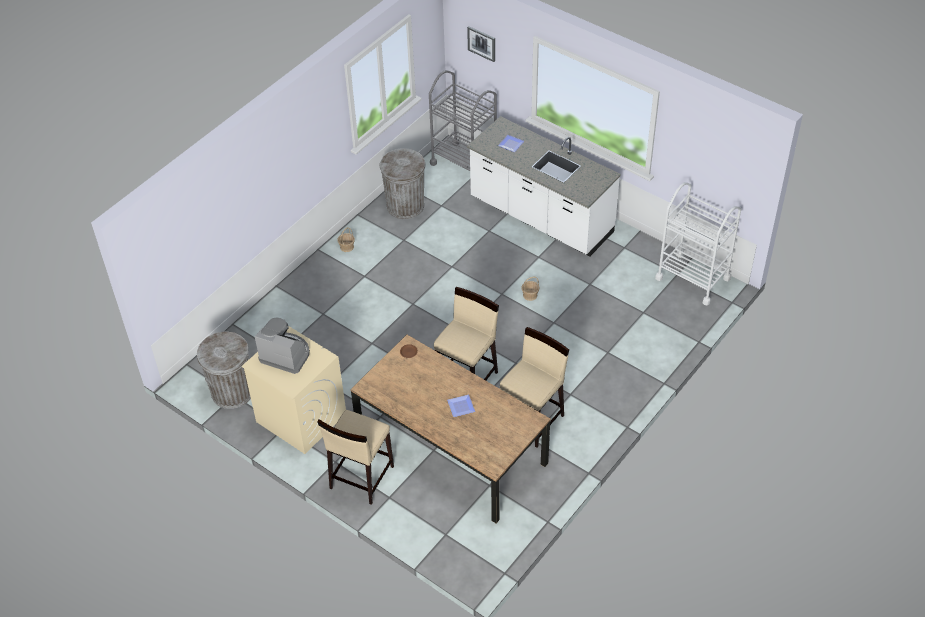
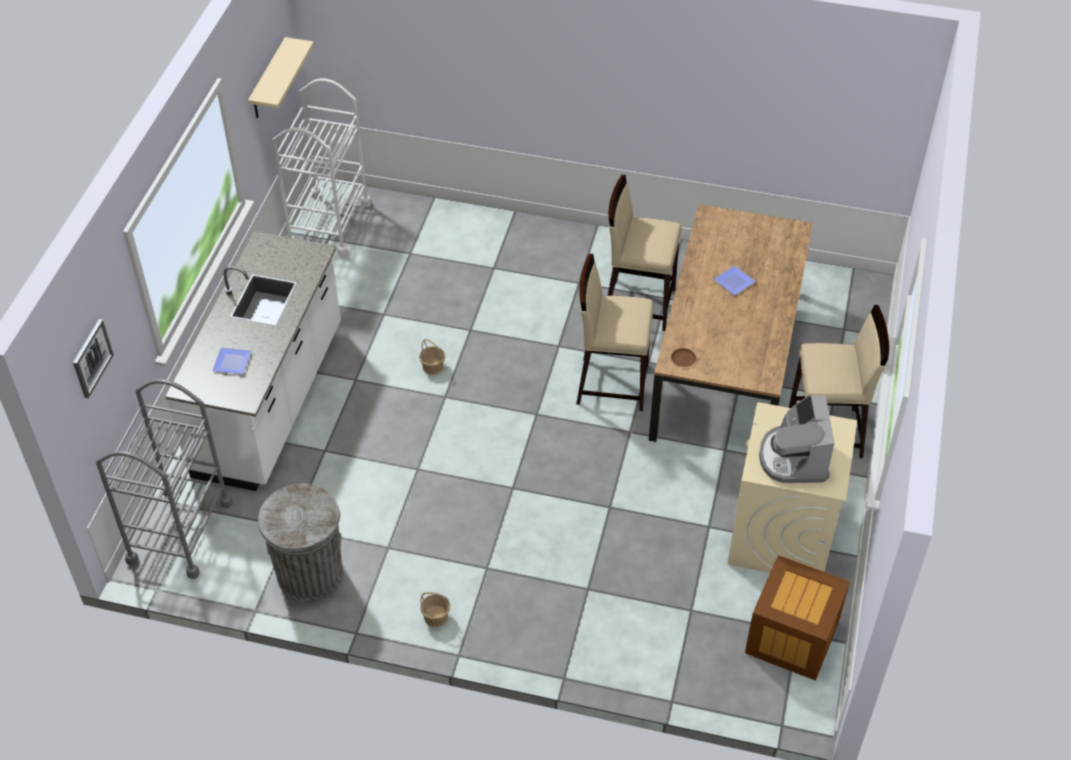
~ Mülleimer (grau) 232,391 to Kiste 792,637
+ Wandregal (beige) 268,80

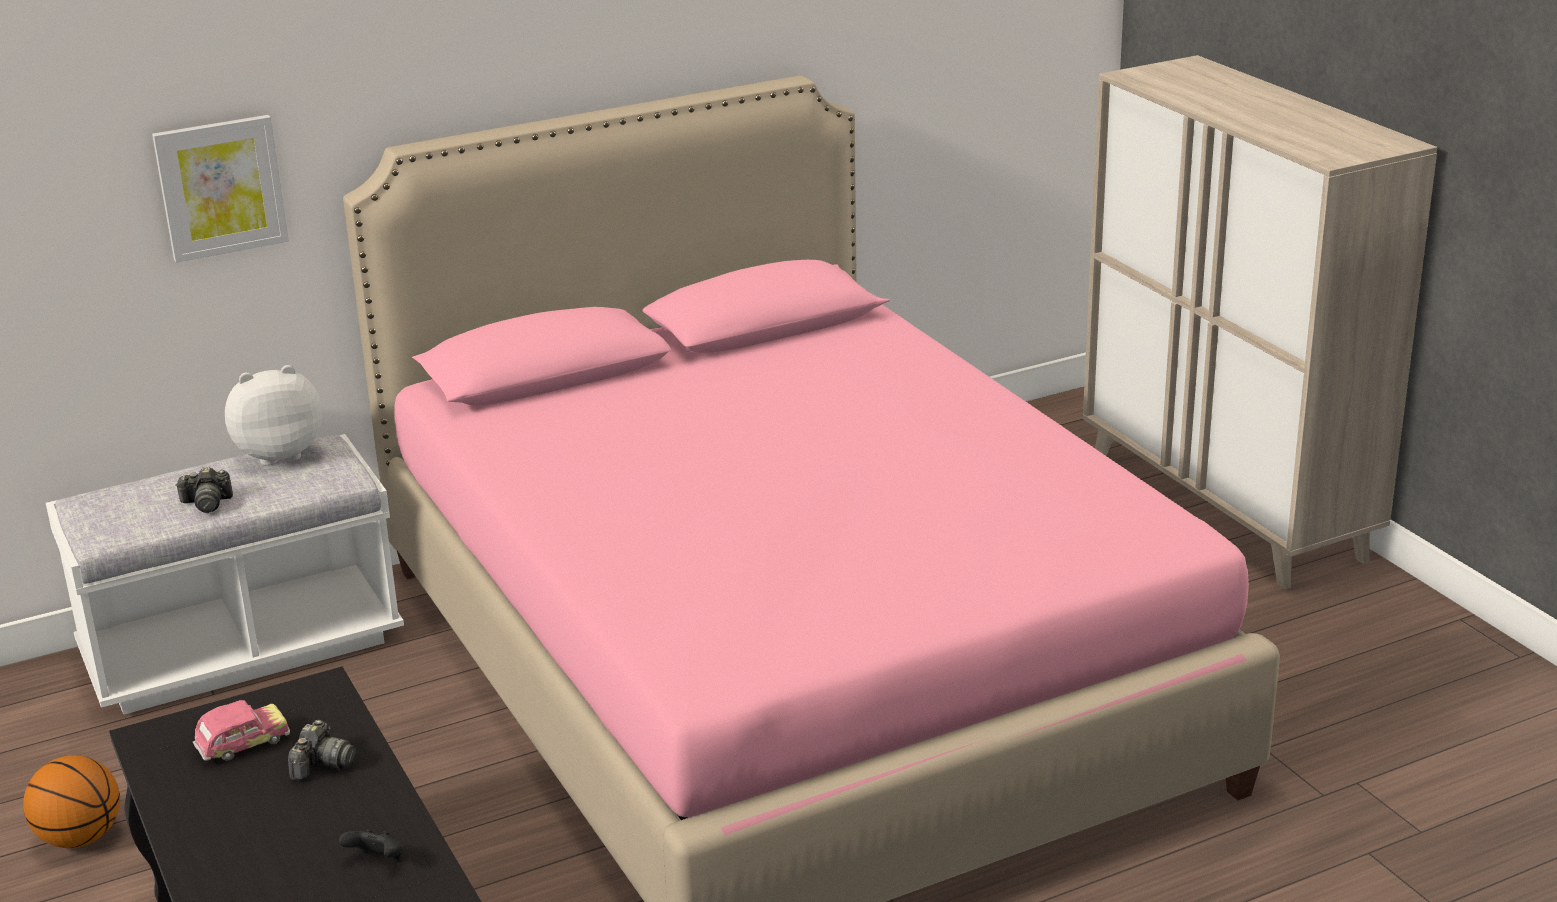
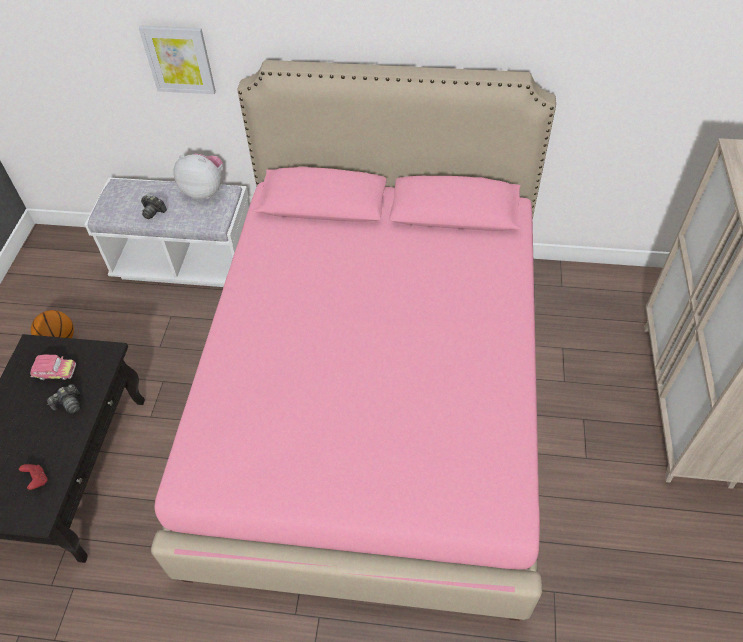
~ Gamepad (schwarz) 377,860 to Gamepad (rot) 37,480

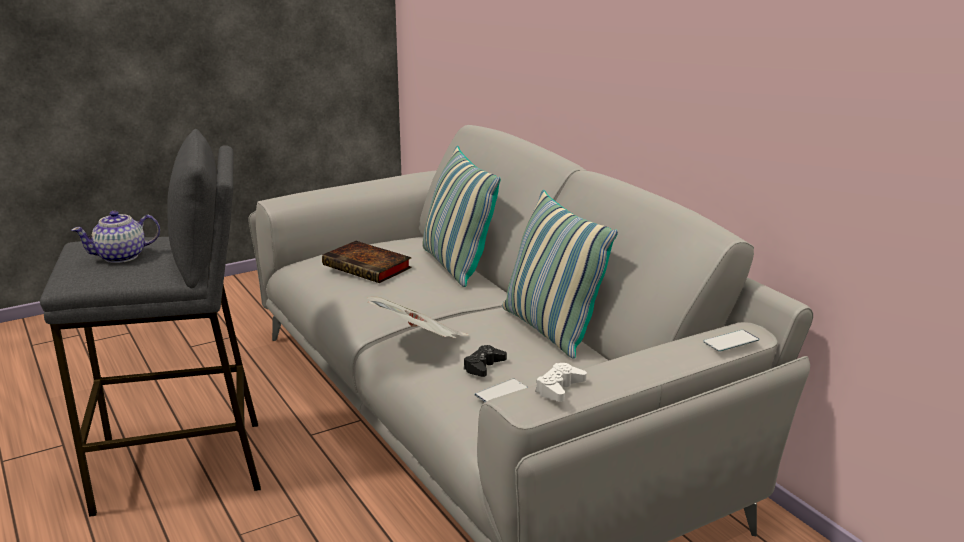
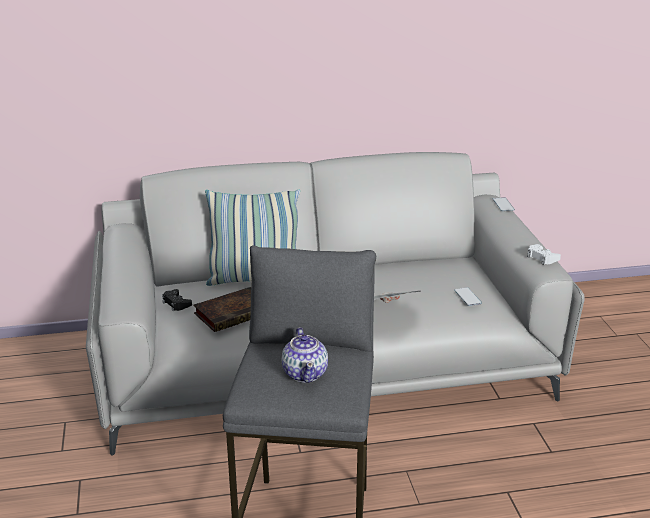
- Kissen 550,330
~ Gamepad (schwarz) 483,366 to 176,303

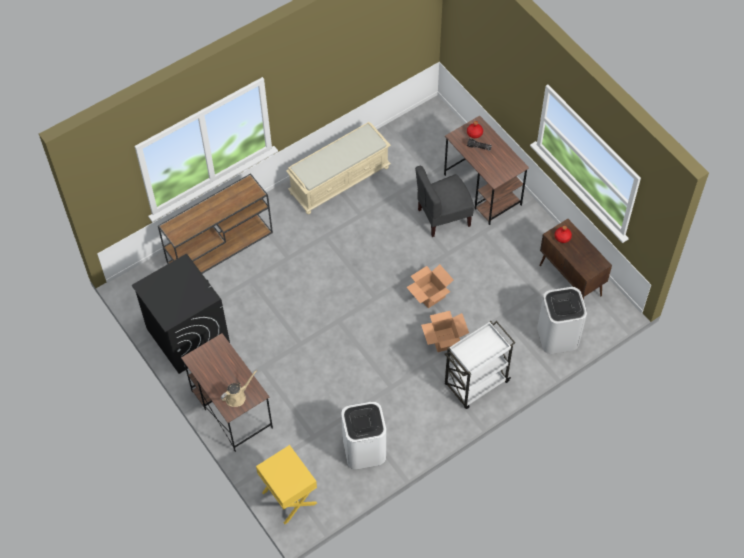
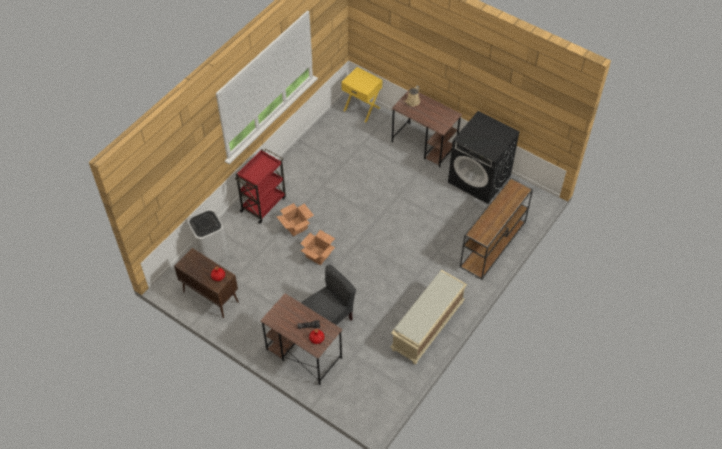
~ Rollwagen (weiß) 475,384 to Rollwagen (rot) 263,204
- Mülleimer (weiß) 364,450

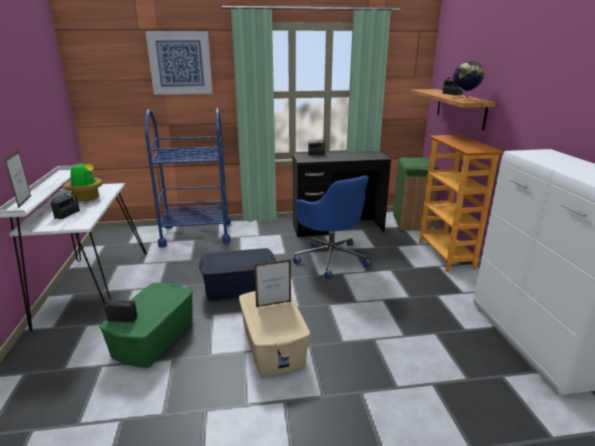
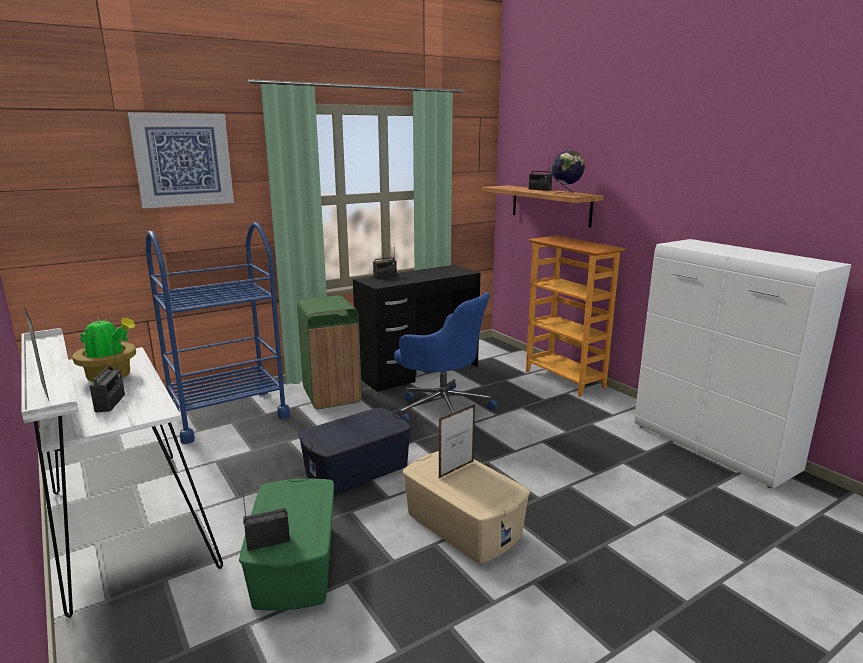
~ Mülleimer (grün) 411,223 to 332,395

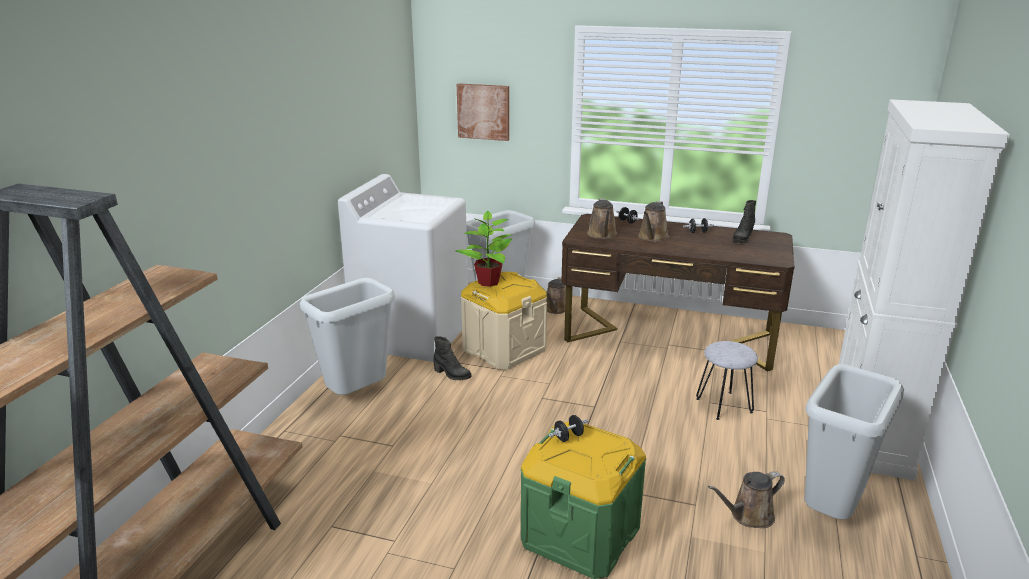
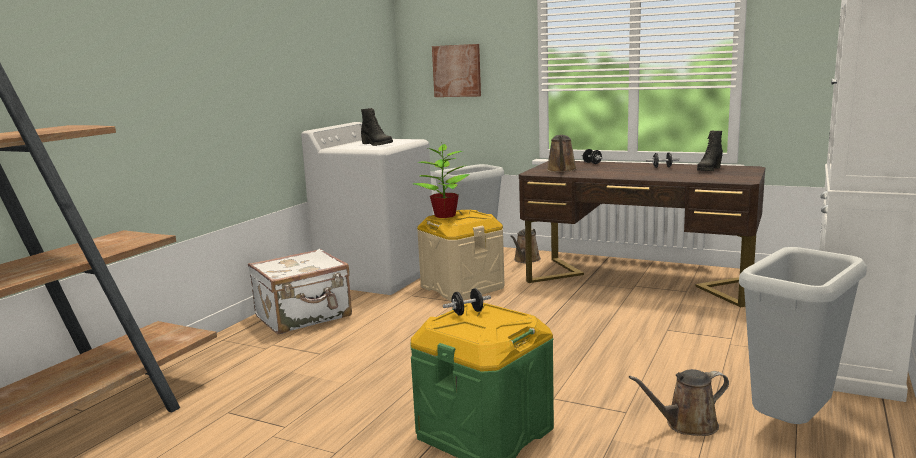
- Gießkanne (braun) 652,237
~ Mülleimer (grau) 357,395 to Koffer (weiß) 304,316
~ Stiefel (schwarz) 452,374 to 376,144
- Hocker (grau) 723,405

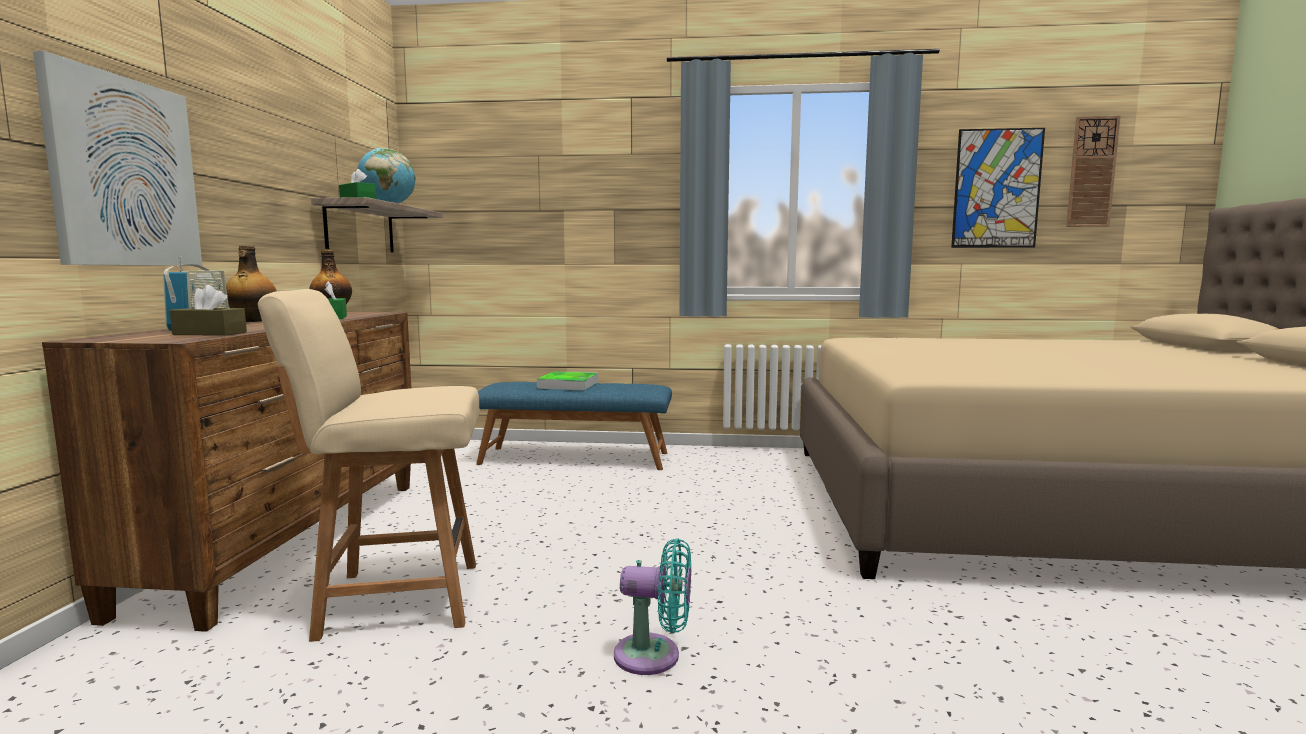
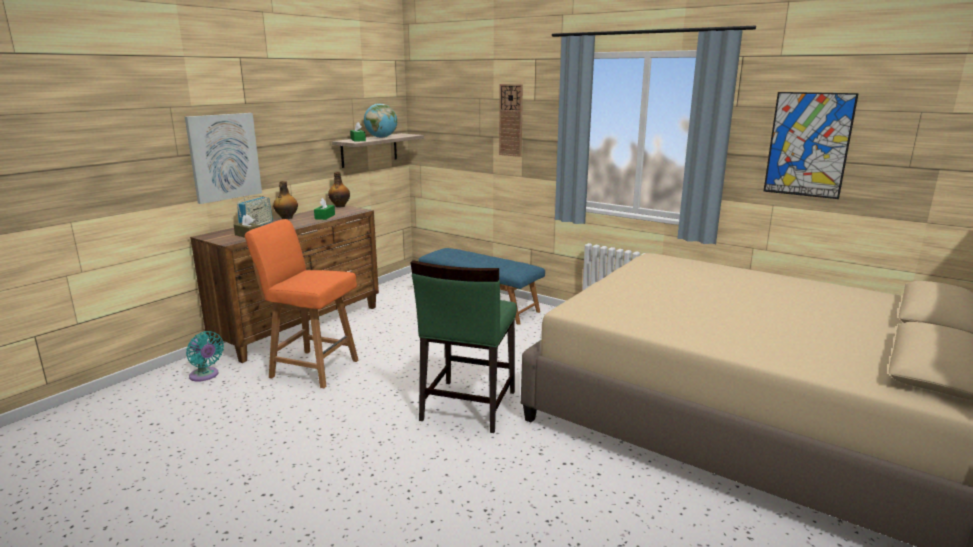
~ Wanduhr 1091,172 to 511,120
~ Stuhl (beige) 396,599 to Stuhl (orange) 312,368
- Tablett 568,385
~ Ventilator (türkis) 654,656 to 205,376
+ Stuhl (grün) 467,406

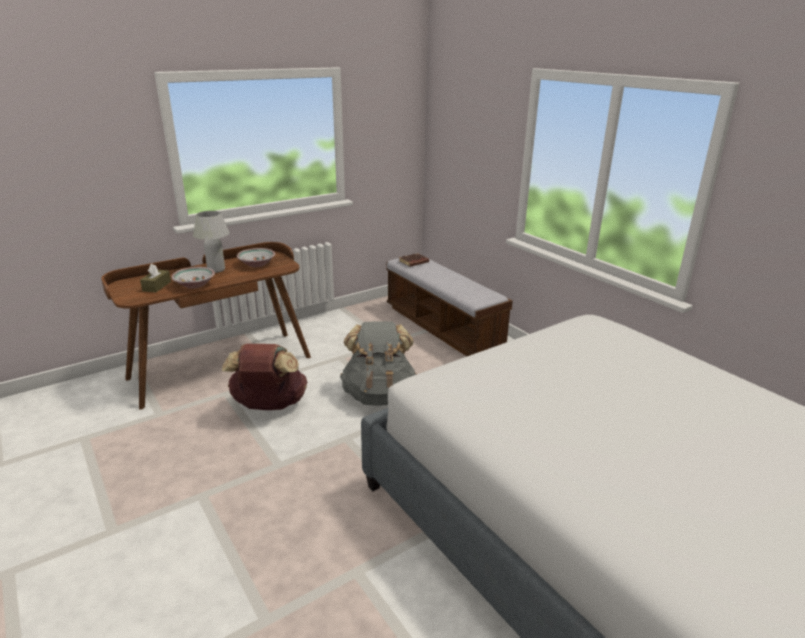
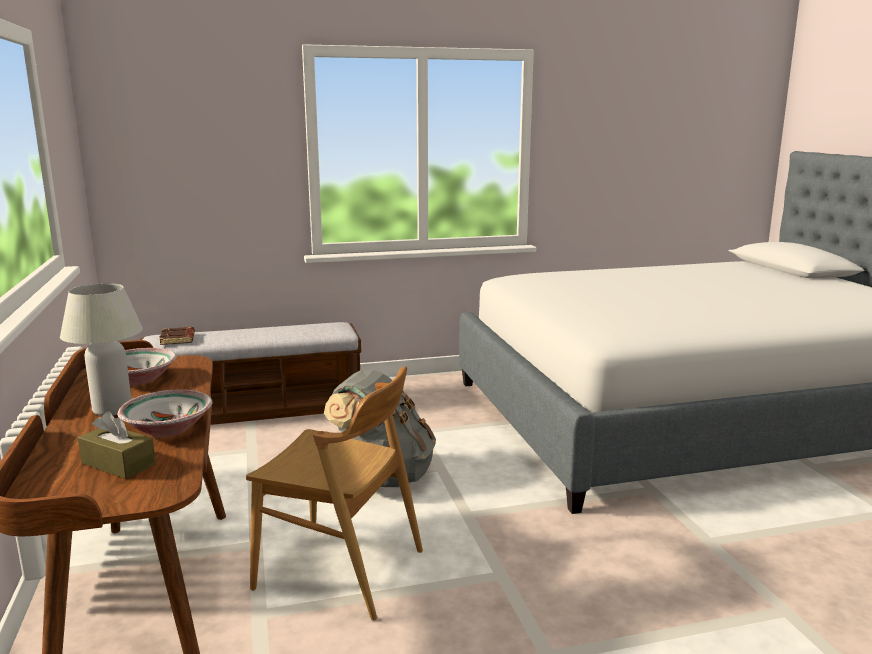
~ Rucksack (braun) 269,406 to Stuhl (braun) 340,569

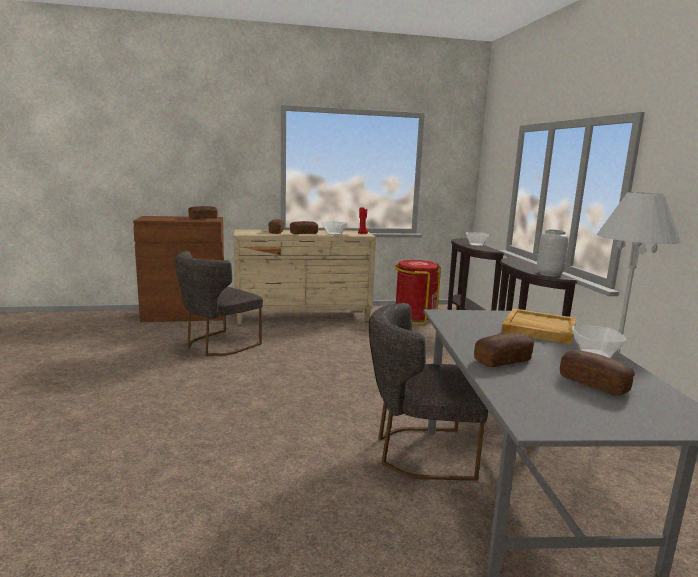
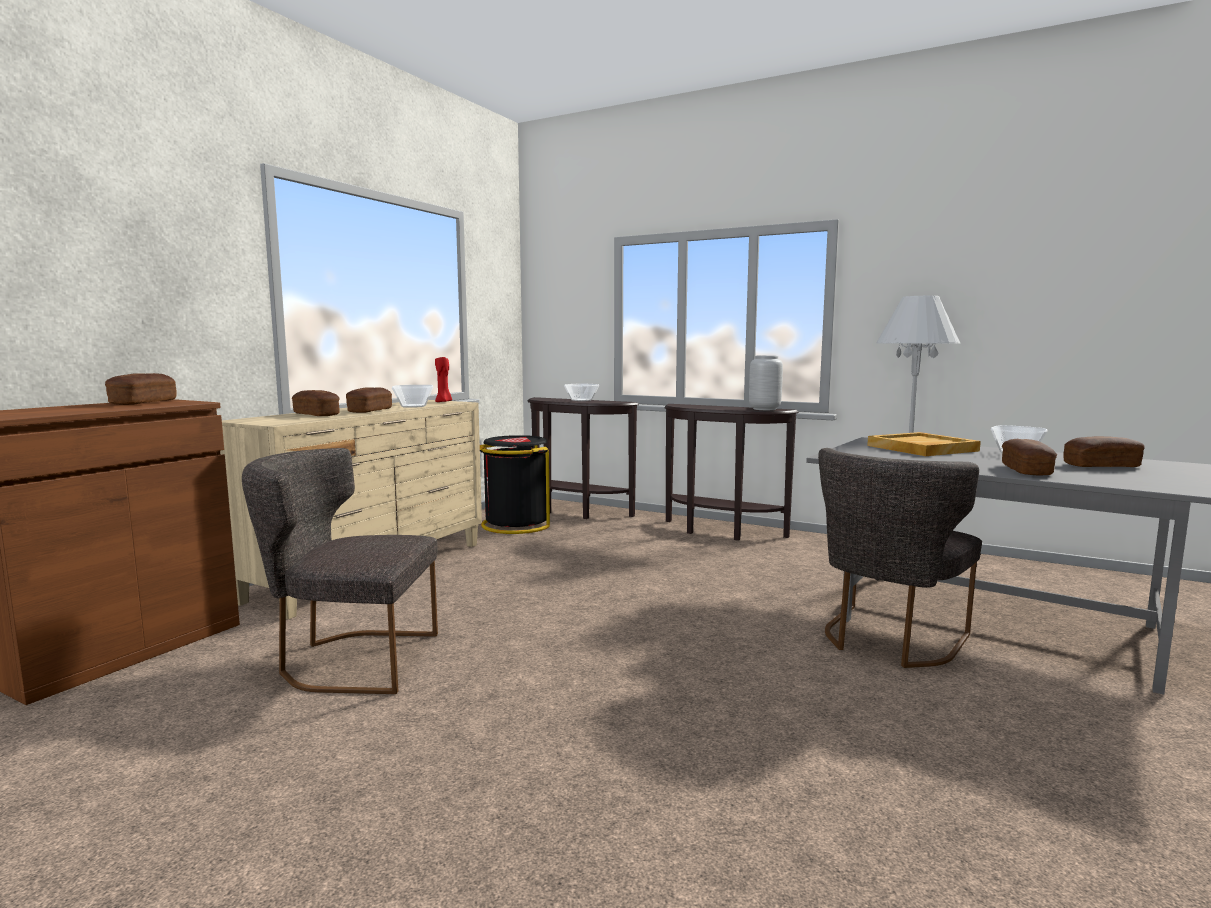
~ Stuhl (grau) 218,345 = 350,660 105 degrees clockwise
~ Mülleimer (rot) 414,317 to Mülleimer (schwarz) 516,525

